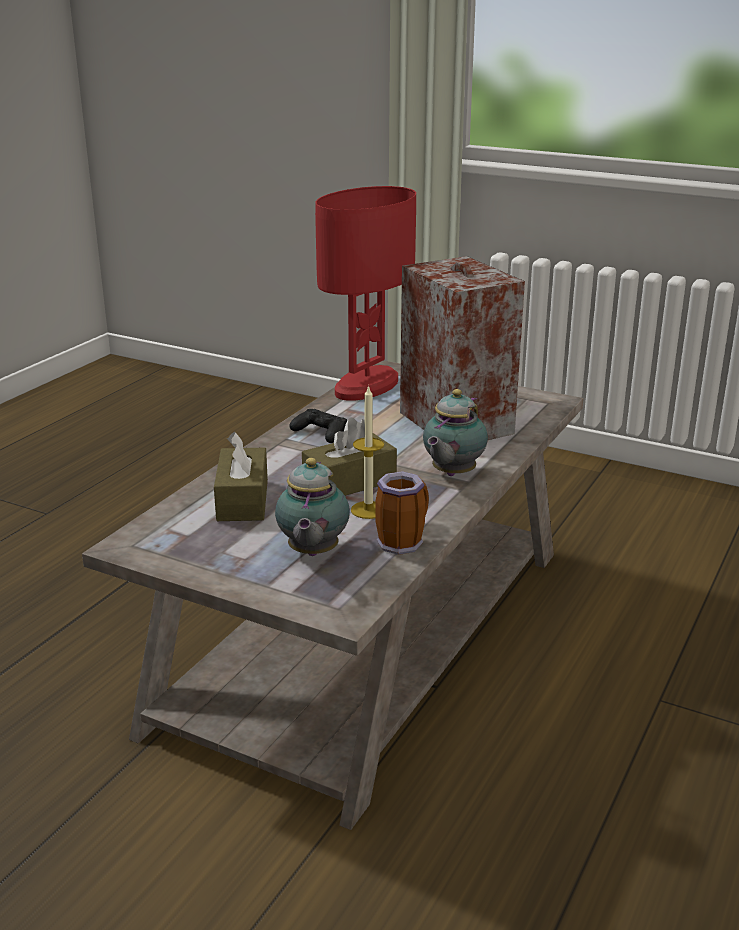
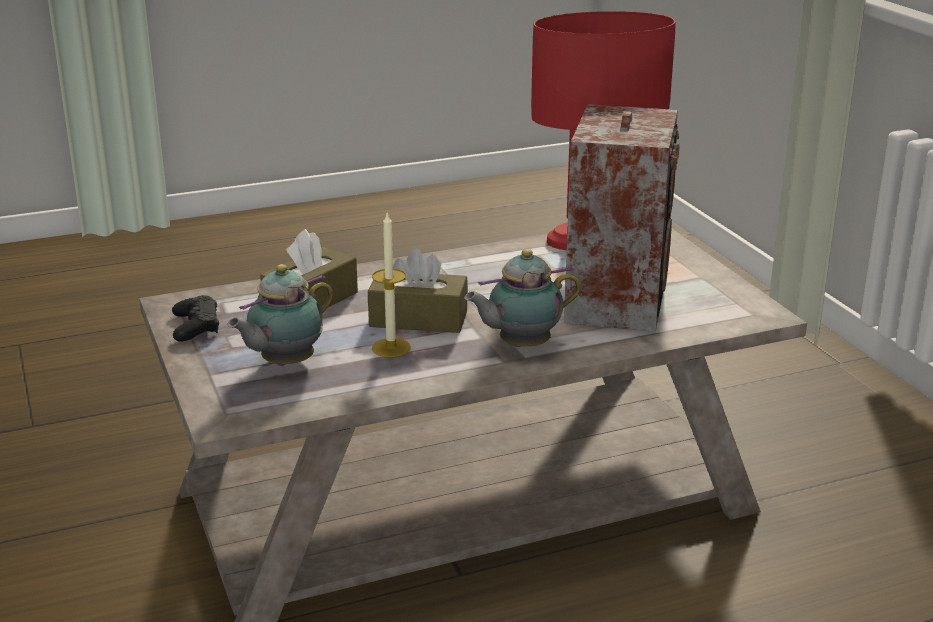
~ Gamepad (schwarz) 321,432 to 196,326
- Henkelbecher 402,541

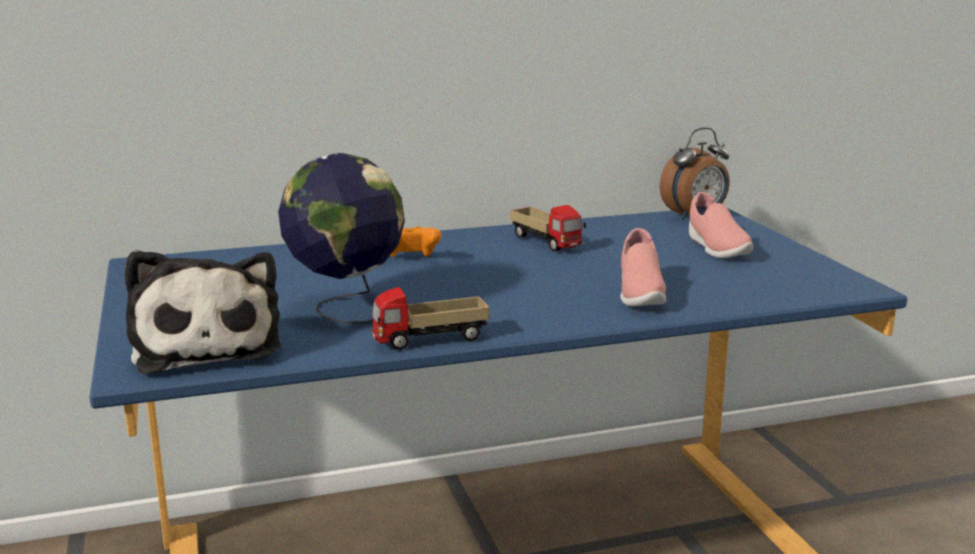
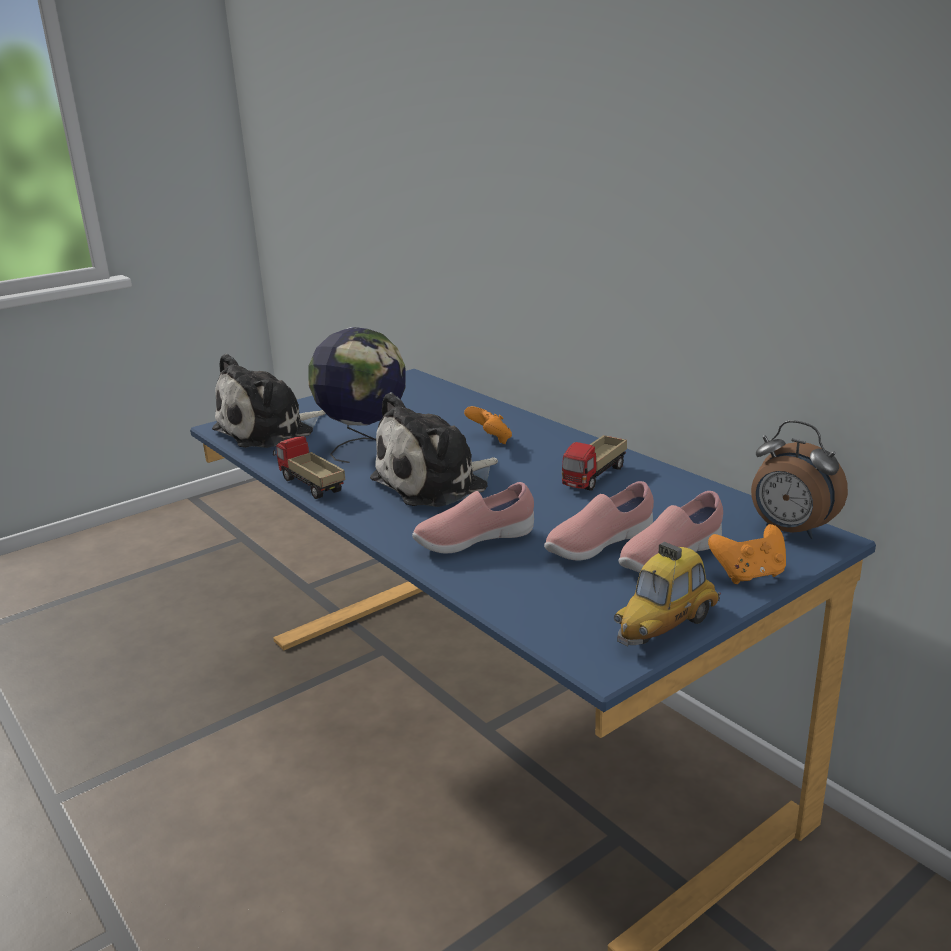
+ Plüschtier 436,483
+ Schuh (rosa) 598,545
+ Gamepad (orange) 749,575
+ Spielzeugauto 665,626

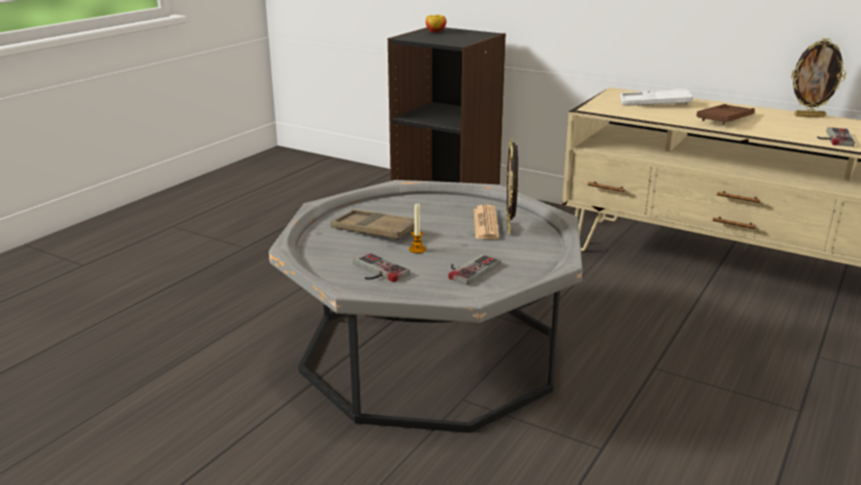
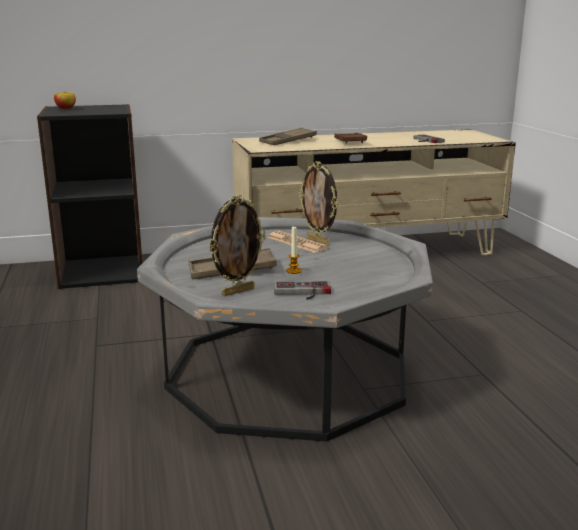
~ Bilderrahmen 809,116 to 237,291
~ Tablett (weiß) 655,103 to Tablett (braun) 288,141
- Gamepad 468,269

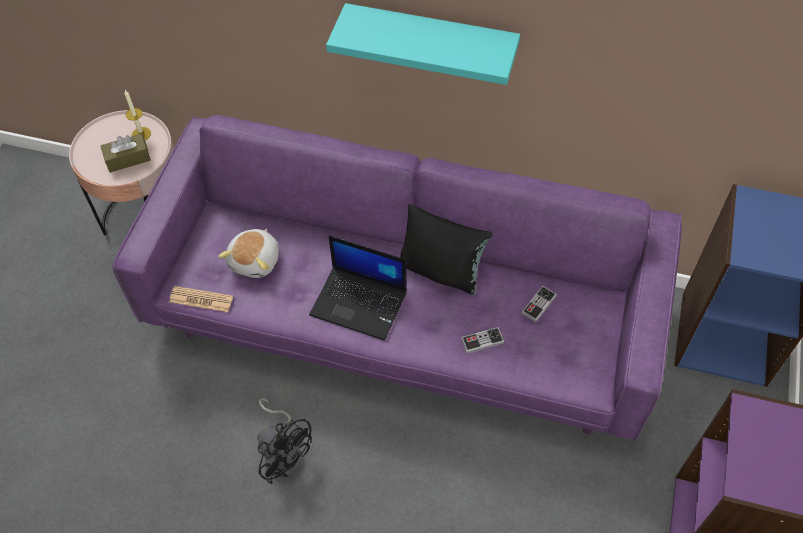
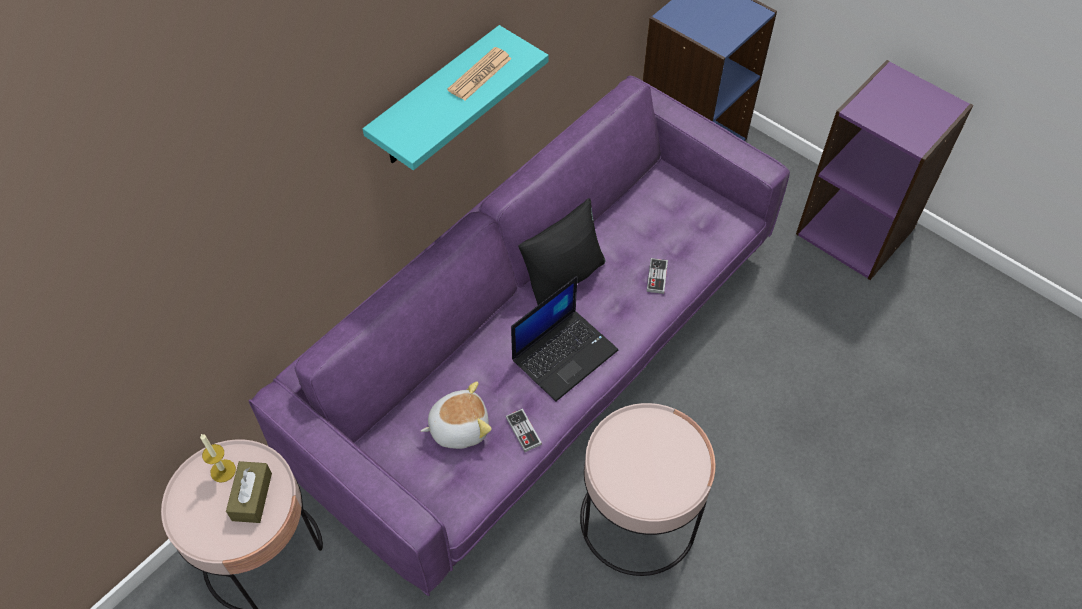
~ Plüschtier 256,261 = 458,427 60 degrees counterclockwise
~ Zeitung 201,299 to 480,74
~ Gamepad 539,304 to 523,431
~ Ventilator (schwarz) 284,452 to Beistelltisch (rosa) 637,519

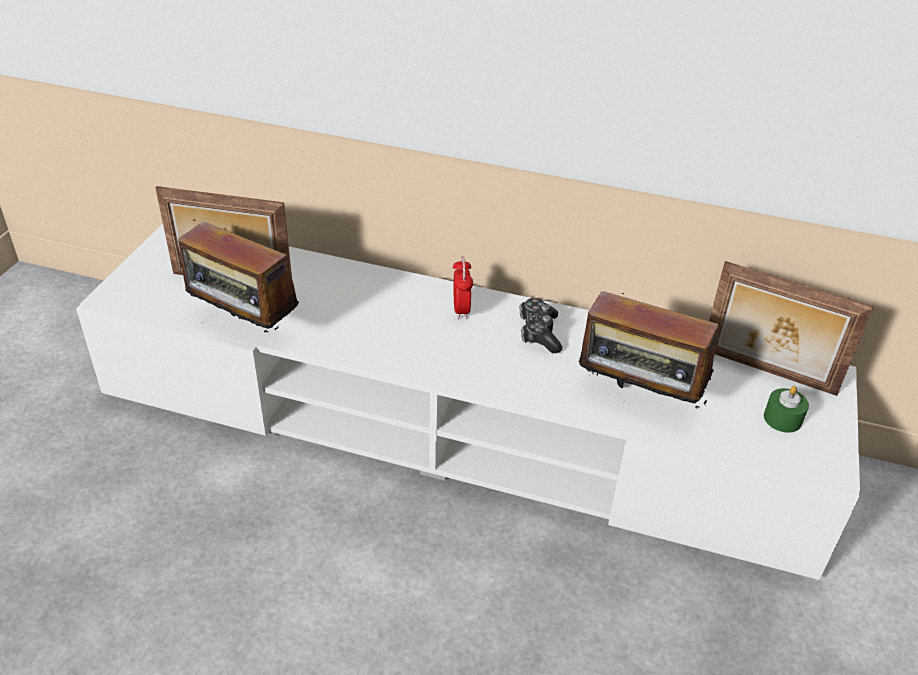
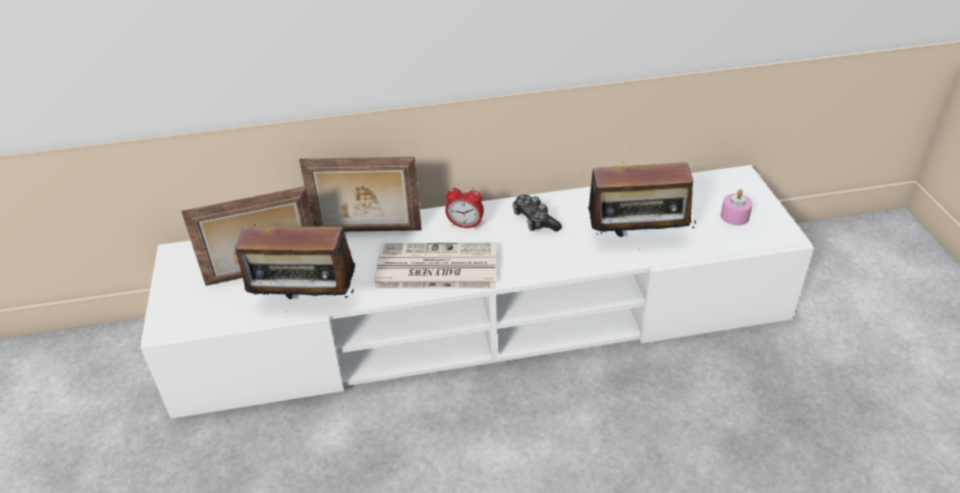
~ Wecker 461,309 = 465,225 135 degrees clockwise
~ Bilderrahmen 767,372 to 367,231
~ Kerze (grün) 782,419 to Kerze (rosa) 734,216
+ Zeitung 435,268

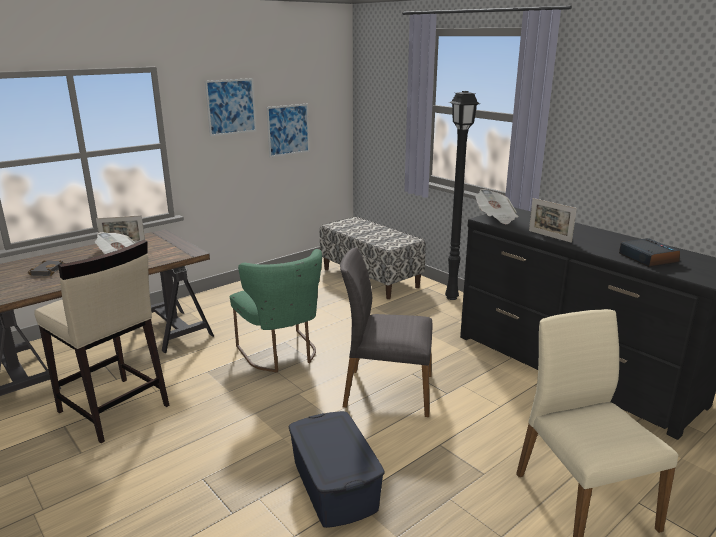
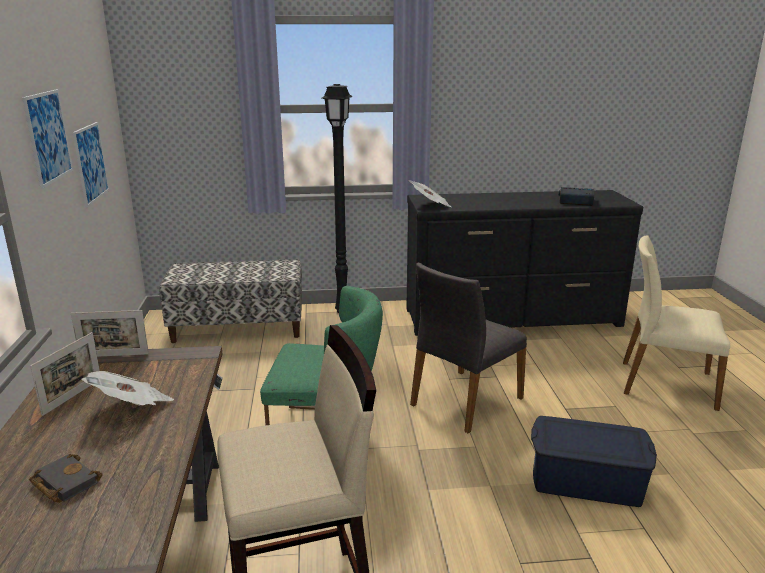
~ Bilderrahmen 549,236 to 114,355

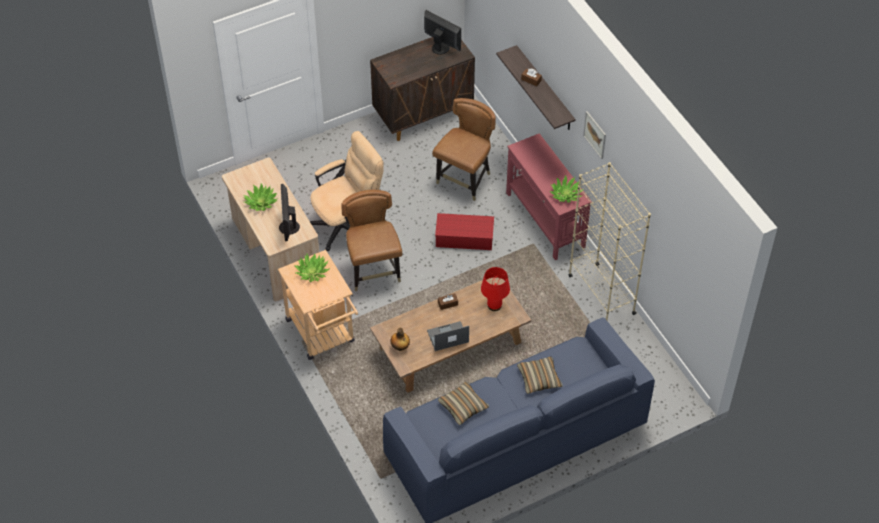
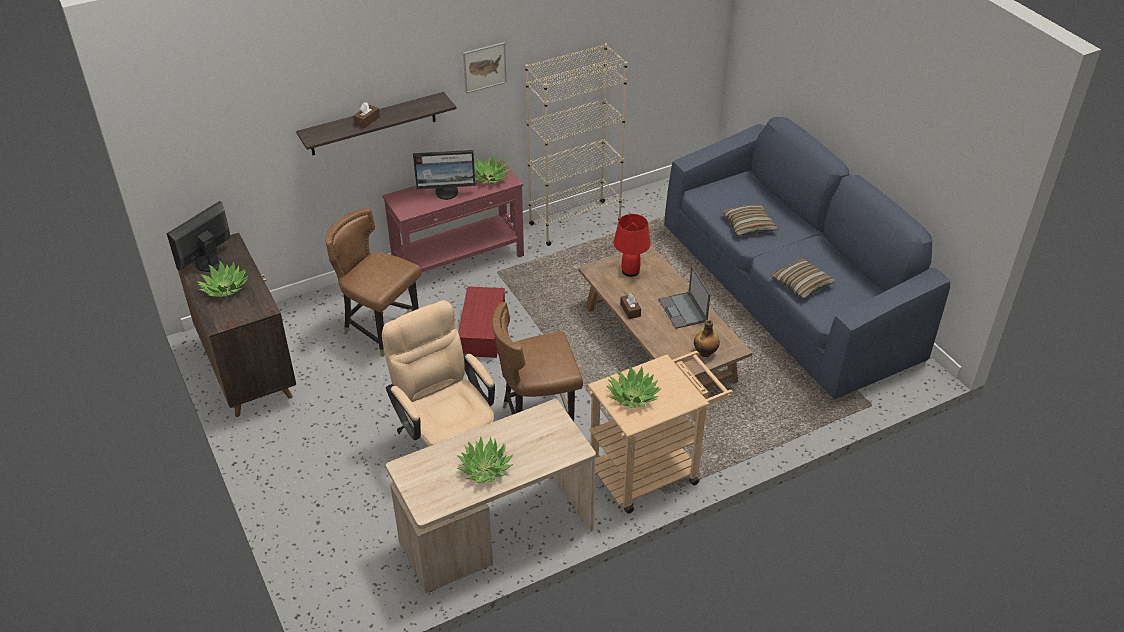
~ Monitor 288,227 to 447,192
+ Topfpflanze 224,288

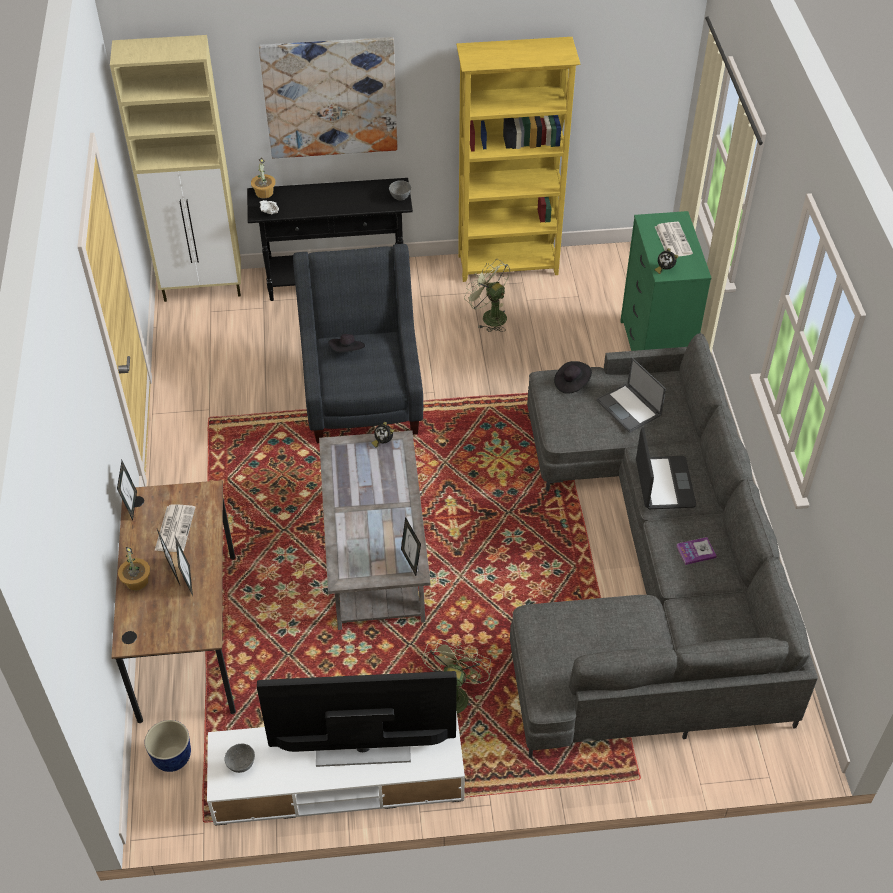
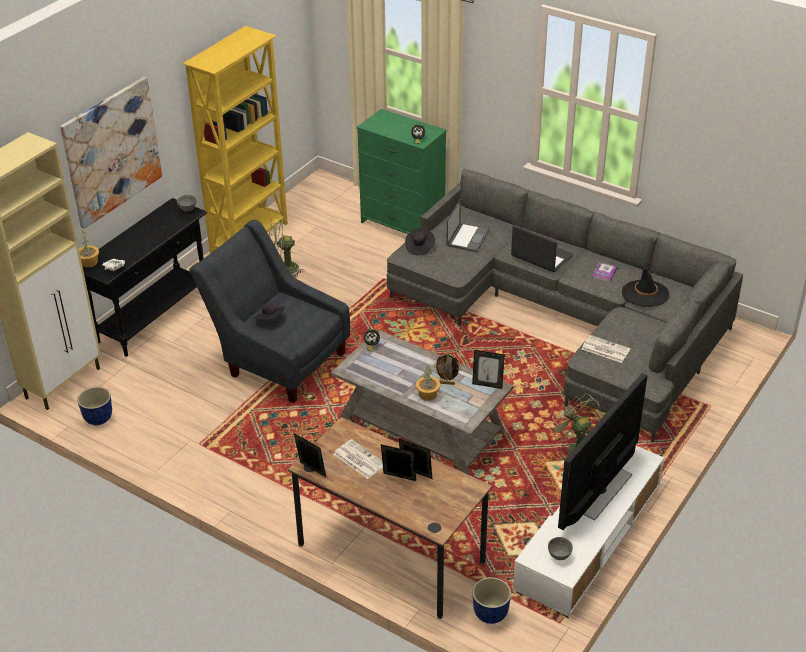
~ Zeitung 672,240 to 605,349
~ Laptop 629,408 = 468,237 75 degrees counterclockwise
~ Topfpflanze 136,581 to 427,395
+ Hut (schwarz) 645,294
+ Bilderrahmen 447,383
+ Pflanzkübel 98,418

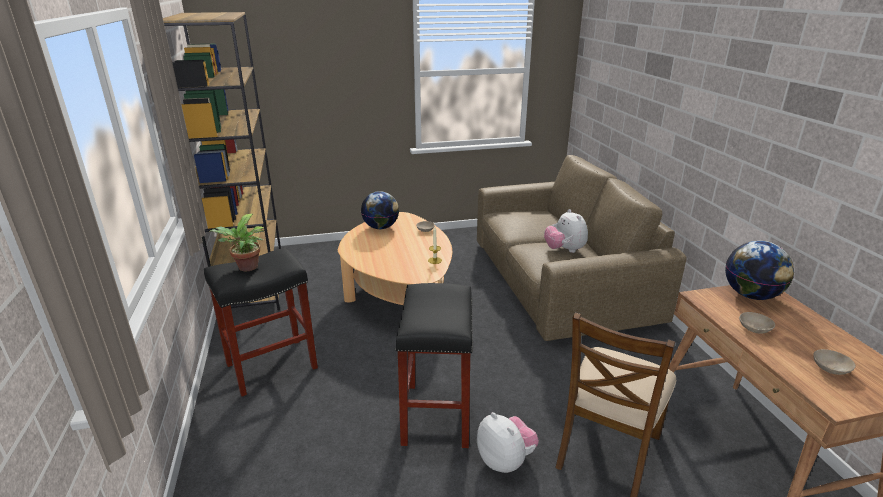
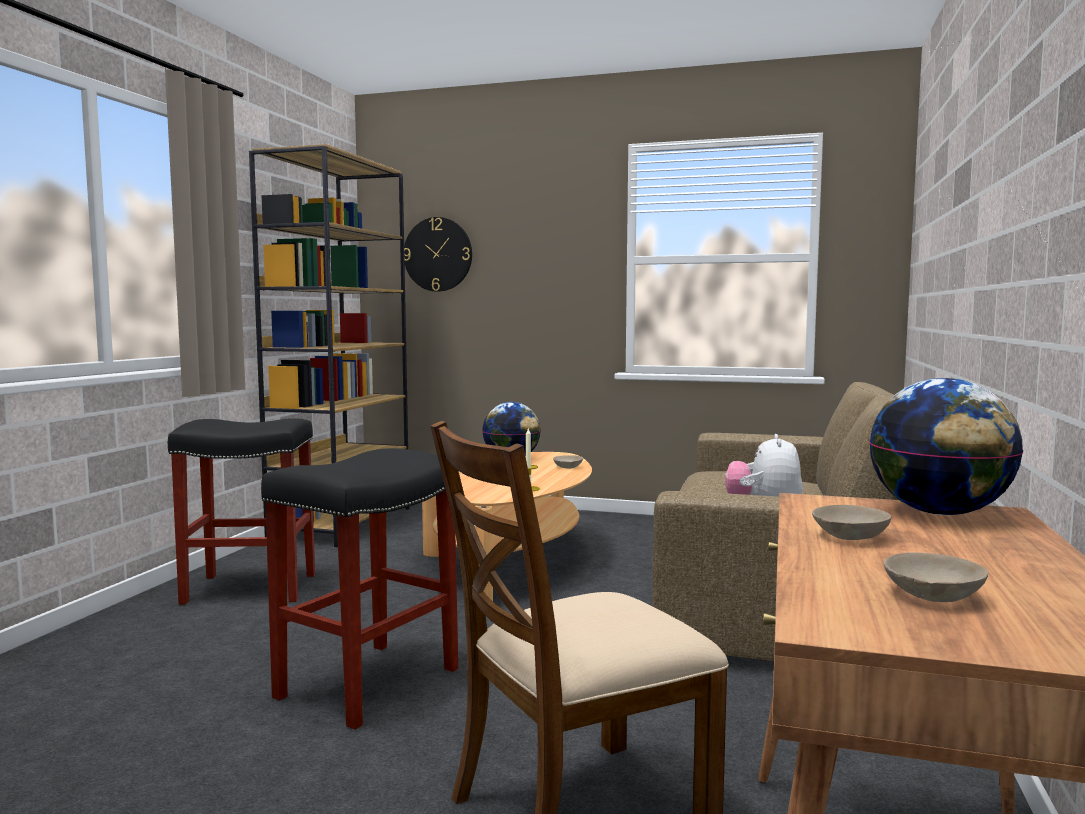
- Topfpflanze 246,268
- Plüschtier 505,460
+ Wanduhr 438,254

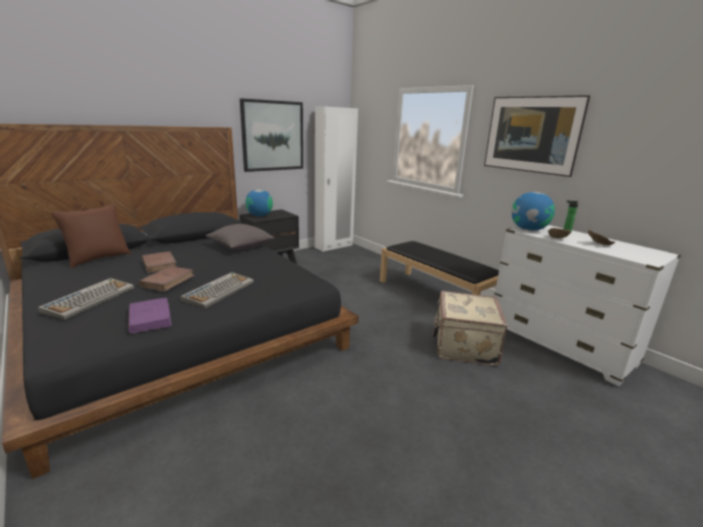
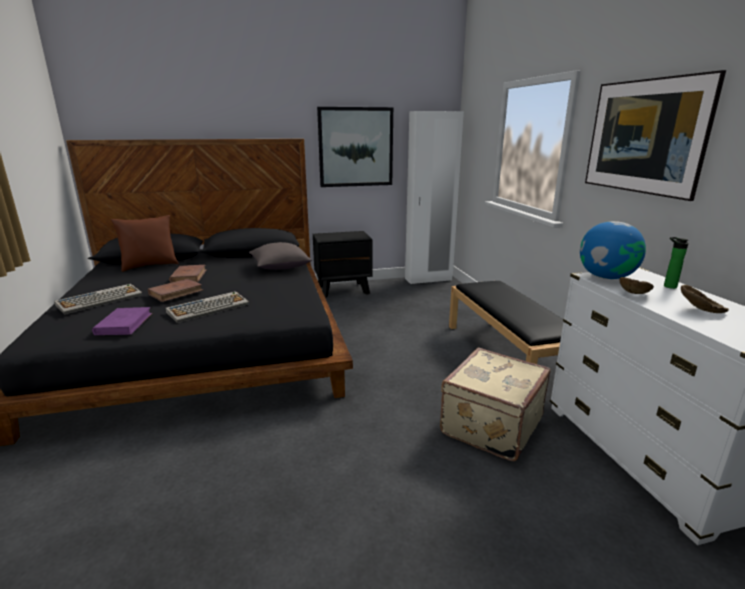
- Globus 259,215

